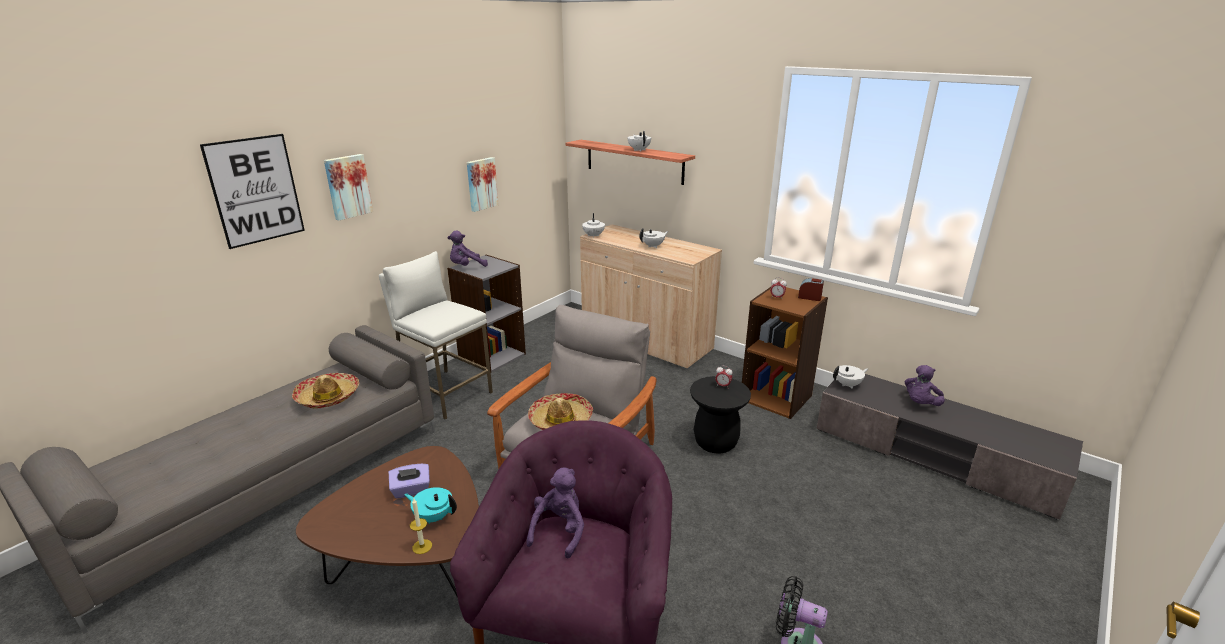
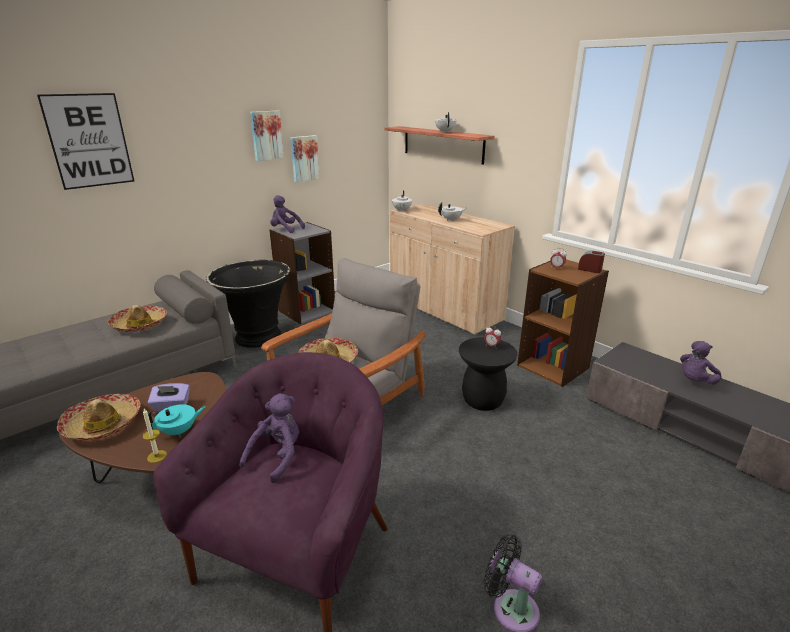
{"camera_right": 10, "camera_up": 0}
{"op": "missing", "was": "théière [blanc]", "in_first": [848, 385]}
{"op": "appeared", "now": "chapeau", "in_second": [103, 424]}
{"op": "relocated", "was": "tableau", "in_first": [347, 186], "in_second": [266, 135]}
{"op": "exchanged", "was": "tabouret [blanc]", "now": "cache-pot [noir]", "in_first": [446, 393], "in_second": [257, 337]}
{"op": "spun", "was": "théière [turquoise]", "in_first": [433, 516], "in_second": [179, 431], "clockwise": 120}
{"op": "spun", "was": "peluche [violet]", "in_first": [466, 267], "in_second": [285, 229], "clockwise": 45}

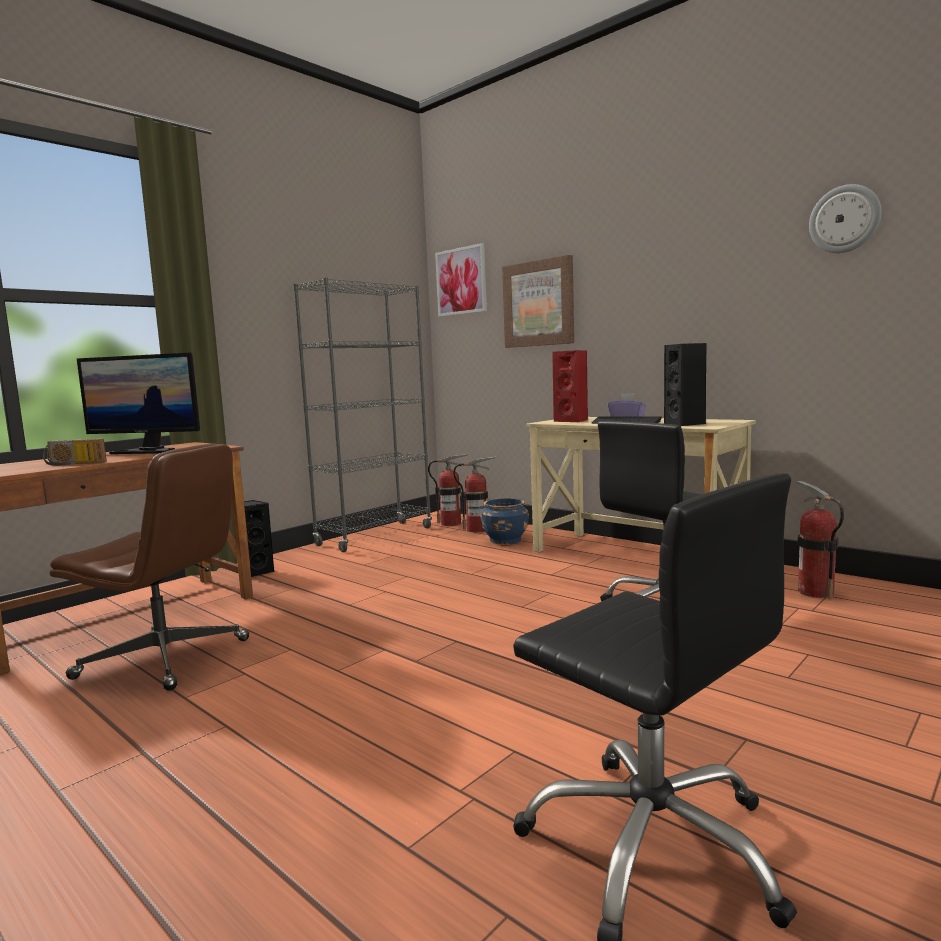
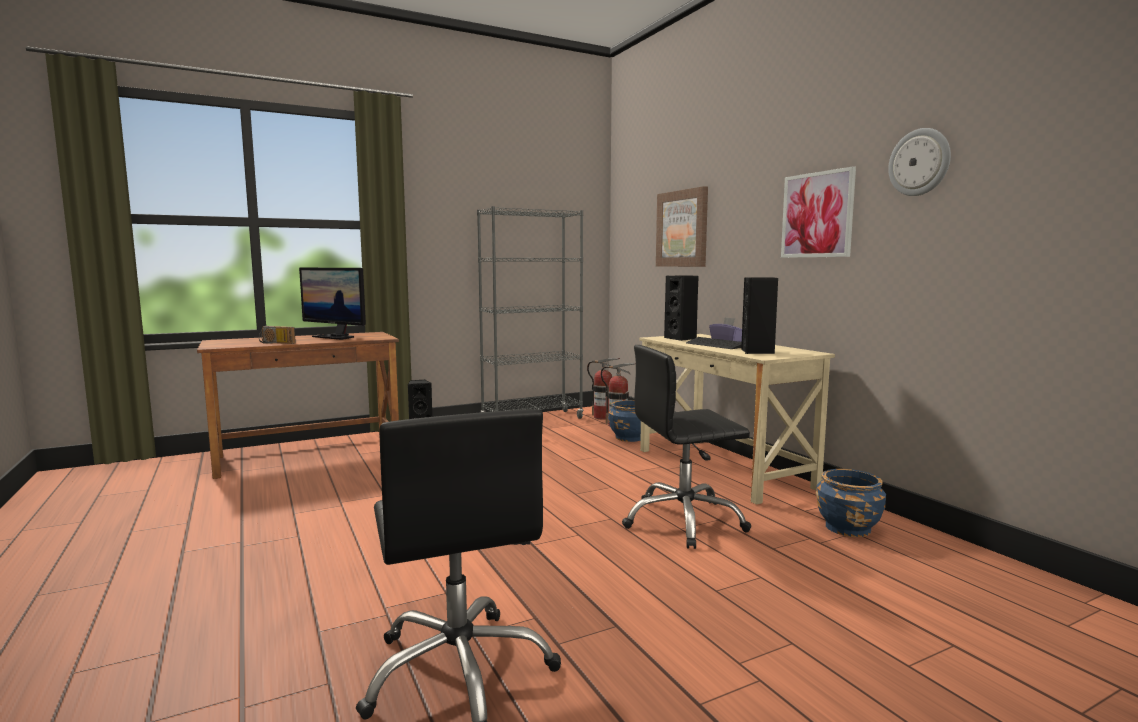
{"camera_right": 20, "camera_up": 0}
{"op": "missing", "was": "chaise de bureau [marron]", "in_first": [166, 658]}
{"op": "relocated", "was": "tableau", "in_first": [461, 281], "in_second": [817, 215]}
{"op": "exchanged", "was": "extincteur", "now": "cache-pot [bleu]", "in_first": [815, 592], "in_second": [847, 528]}
{"op": "colour", "was": "enceinte [rouge]", "now": "enceinte [noir]", "in_first": [573, 421], "in_second": [681, 338]}

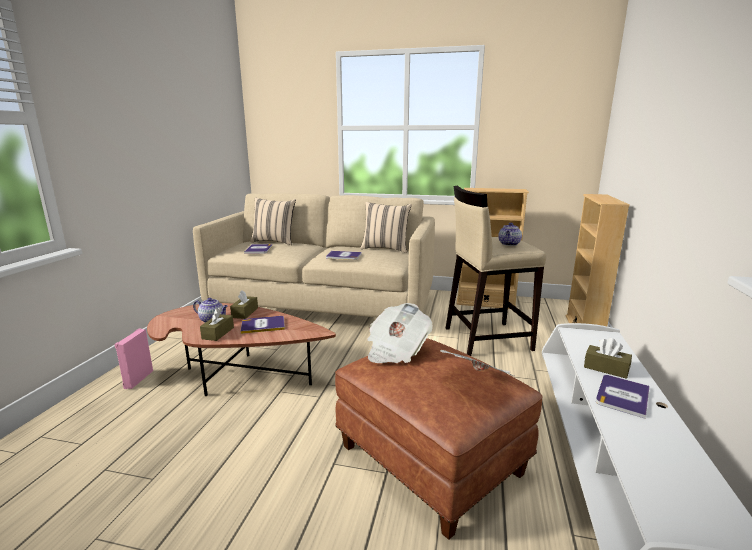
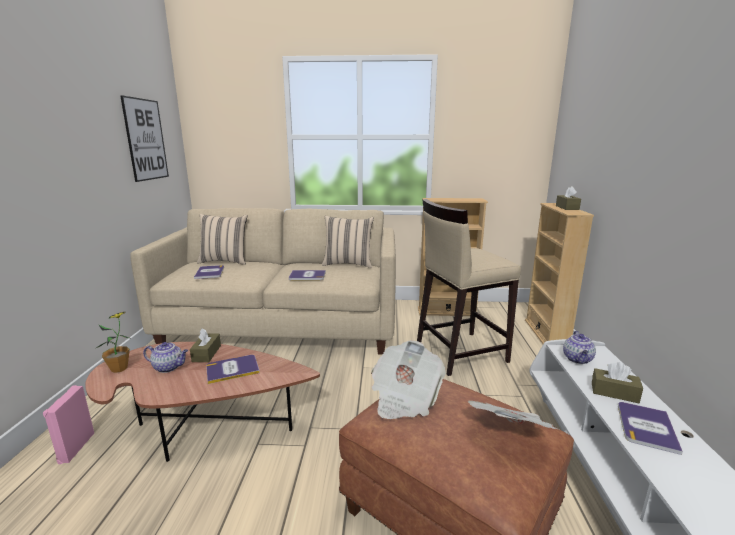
{"camera_right": -10, "camera_up": 0}
{"op": "appeared", "now": "plante en pot", "in_second": [119, 368]}
{"op": "appeared", "now": "tableau", "in_second": [146, 139]}
{"op": "relocated", "was": "boîte à mouchoirs [marron]", "in_first": [218, 333], "in_second": [567, 207]}
{"op": "relocated", "was": "théière", "in_first": [509, 244], "in_second": [578, 359]}

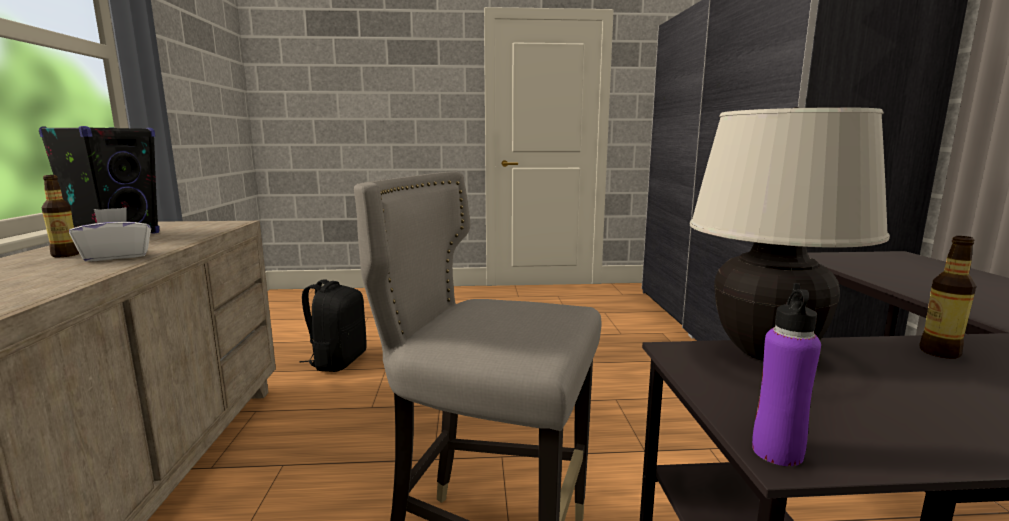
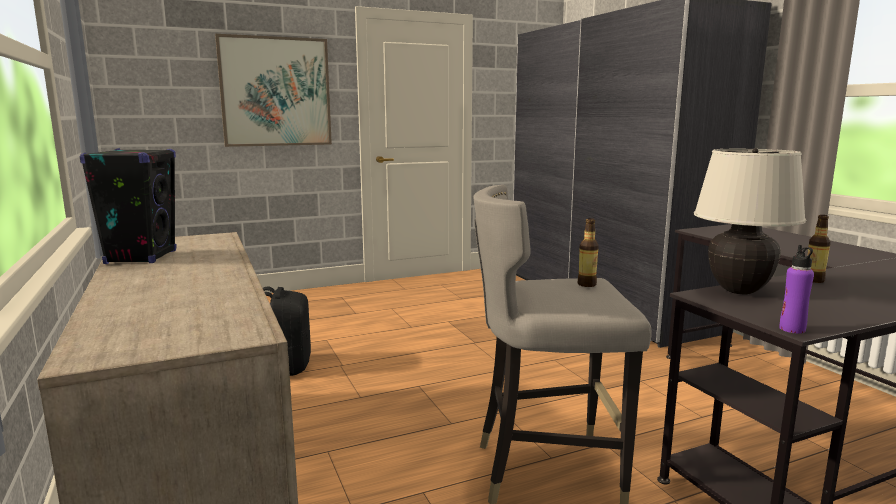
{"camera_right": -20, "camera_up": 0}
{"op": "missing", "was": "boîte à mouchoirs [blanc]", "in_first": [117, 256]}
{"op": "appeared", "now": "tableau", "in_second": [276, 92]}
{"op": "relocated", "was": "bouteille", "in_first": [65, 255], "in_second": [587, 284]}

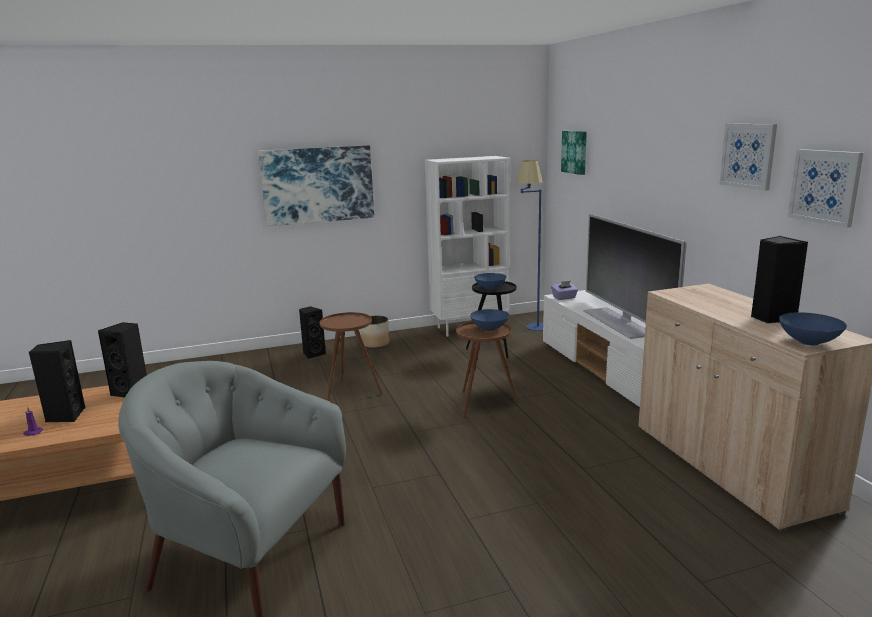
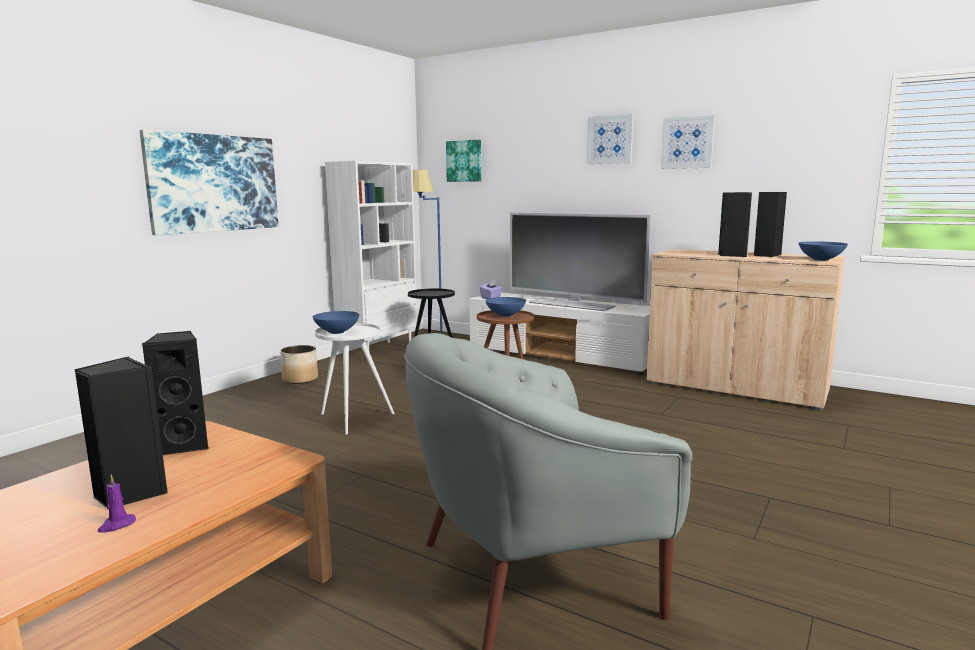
{"camera_right": -40, "camera_up": -5}
{"op": "relocated", "was": "enceinte [noir]", "in_first": [313, 354], "in_second": [732, 255]}
{"op": "relocated", "was": "bol [bleu]", "in_first": [489, 288], "in_second": [336, 332]}
{"op": "relocated", "was": "tableau", "in_first": [825, 186], "in_second": [610, 139]}
{"op": "colour", "was": "table d'appoint [marron]", "now": "table d'appoint [blanc]", "in_first": [351, 390], "in_second": [352, 419]}

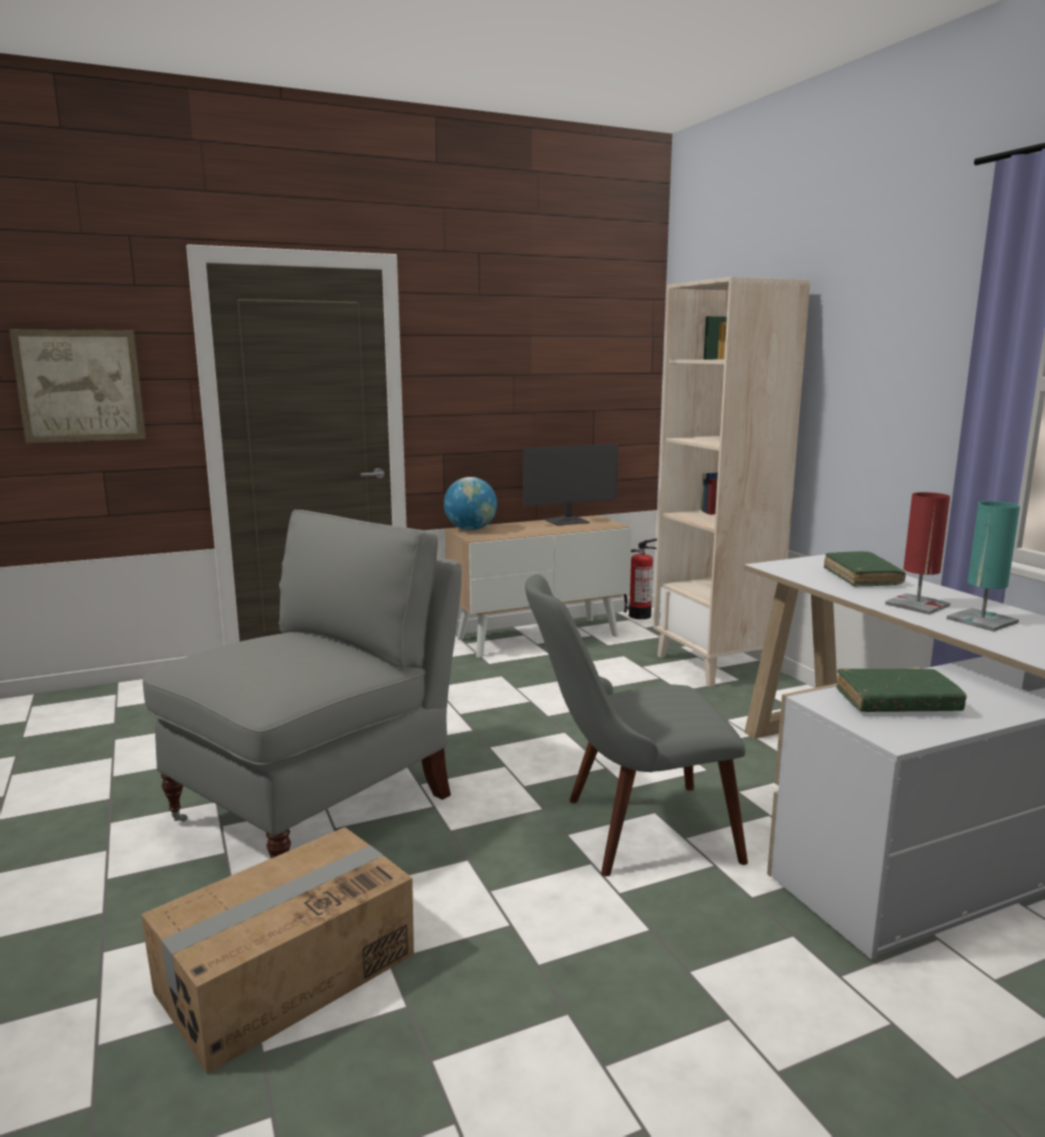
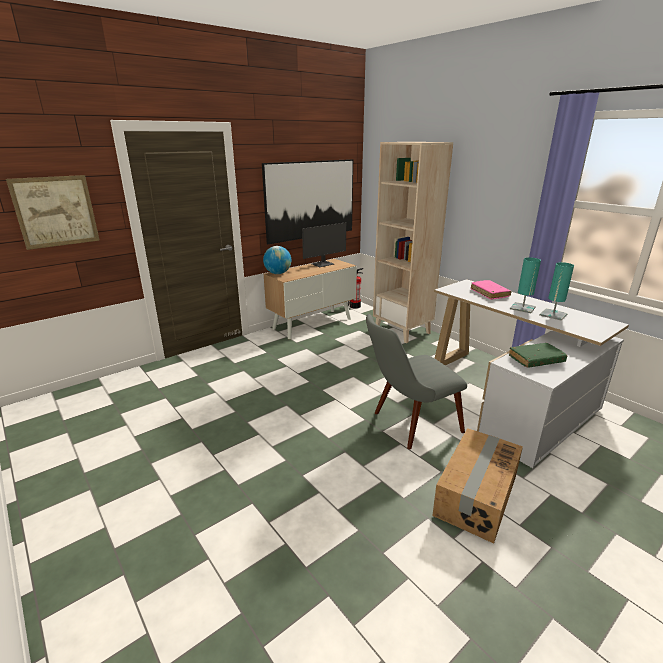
{"camera_right": -15, "camera_up": 10}
{"op": "missing", "was": "chaise [gris]", "in_first": [318, 807]}
{"op": "appeared", "now": "tableau", "in_second": [310, 200]}
{"op": "relocated", "was": "carton", "in_first": [286, 972], "in_second": [475, 495]}
{"op": "colour", "was": "livre [vert]", "now": "livre [rose]", "in_first": [862, 577], "in_second": [489, 293]}
{"op": "colour", "was": "lampe de table [rouge]", "now": "lampe de table [turquoise]", "in_first": [917, 605], "in_second": [522, 308]}

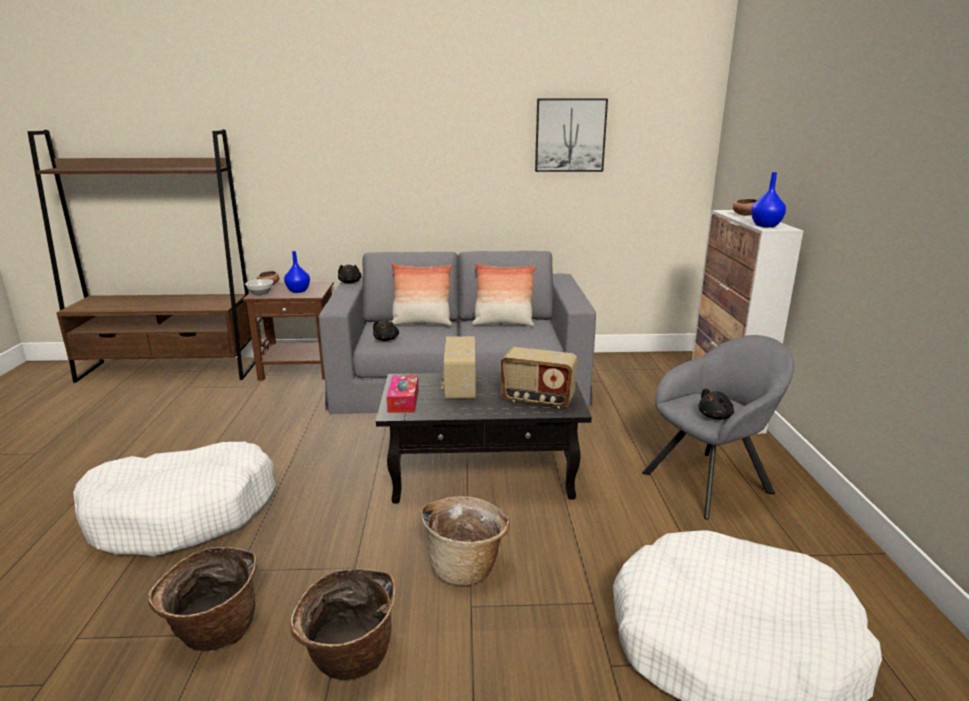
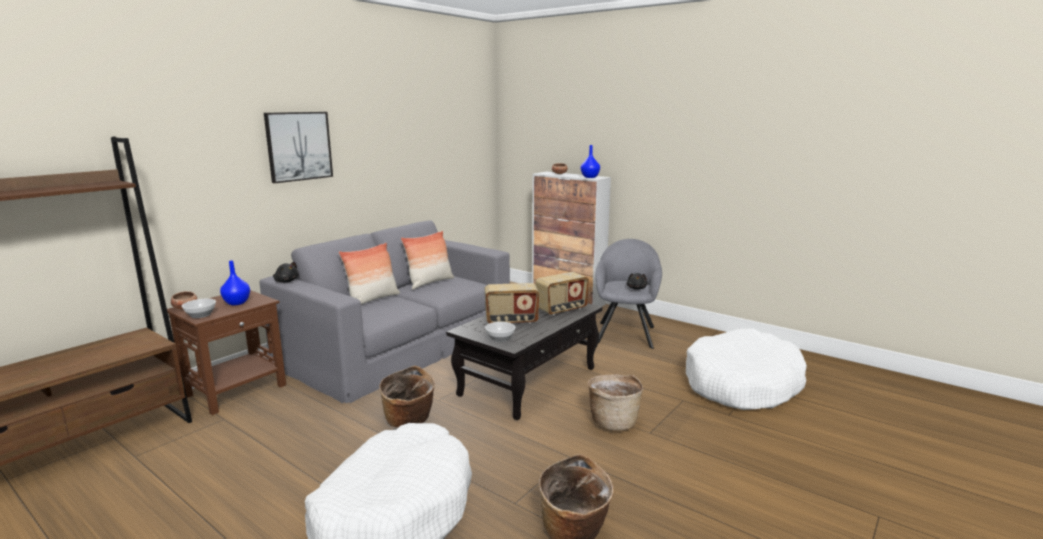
{"camera_right": -50, "camera_up": -5}
{"op": "missing", "was": "peluche [noir]", "in_first": [386, 339]}
{"op": "relocated", "was": "panier", "in_first": [349, 658], "in_second": [409, 421]}
{"op": "relocated", "was": "tableau", "in_first": [570, 135], "in_second": [298, 146]}
{"op": "exchanged", "was": "boîte à mouchoirs", "now": "bol", "in_first": [403, 401], "in_second": [499, 339]}
{"op": "spun", "was": "radio", "in_first": [459, 389], "in_second": [511, 321], "clockwise": -45}

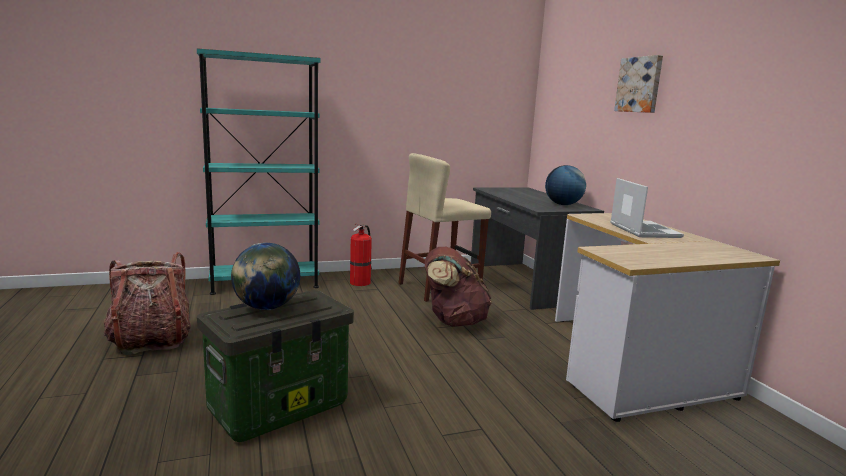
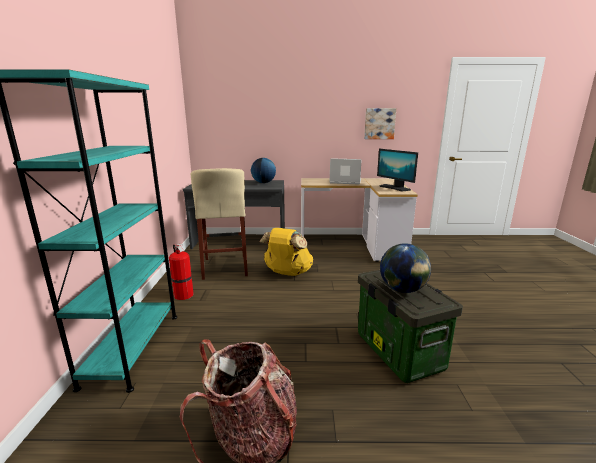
{"camera_right": -70, "camera_up": 5}
{"op": "appeared", "now": "écran d'ordinateur", "in_second": [395, 188]}
{"op": "relocated", "was": "tableau", "in_first": [639, 85], "in_second": [379, 123]}
{"op": "colour", "was": "sac à dos [marron]", "now": "sac à dos [jaune]", "in_first": [453, 321], "in_second": [287, 273]}

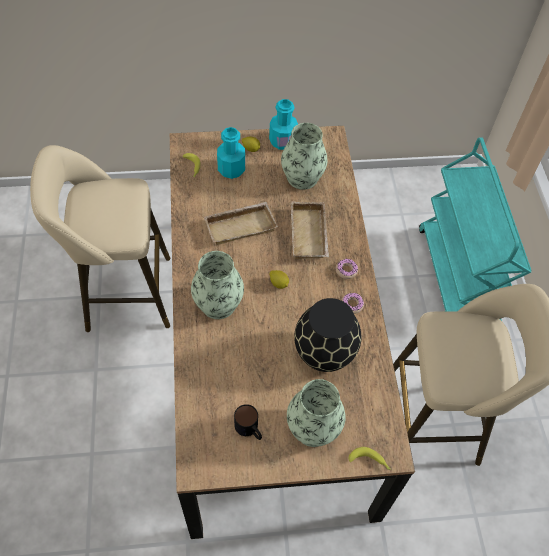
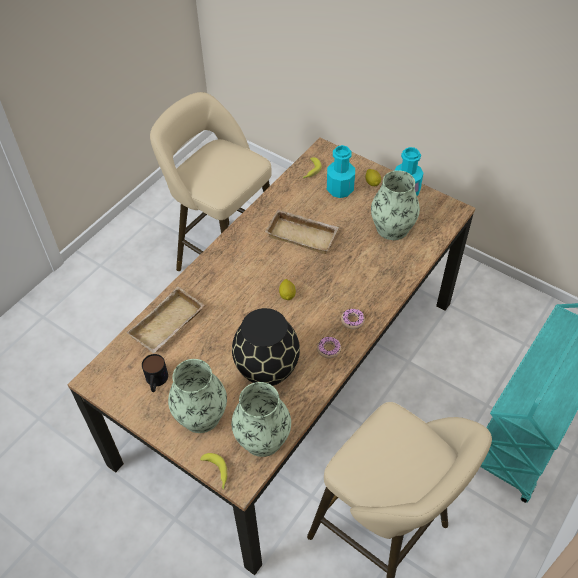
{"camera_right": 45, "camera_up": -5}
{"op": "relocated", "was": "vase", "in_first": [218, 304], "in_second": [262, 438]}
{"op": "relocated", "was": "plateau [beige]", "in_first": [310, 234], "in_second": [168, 326]}

